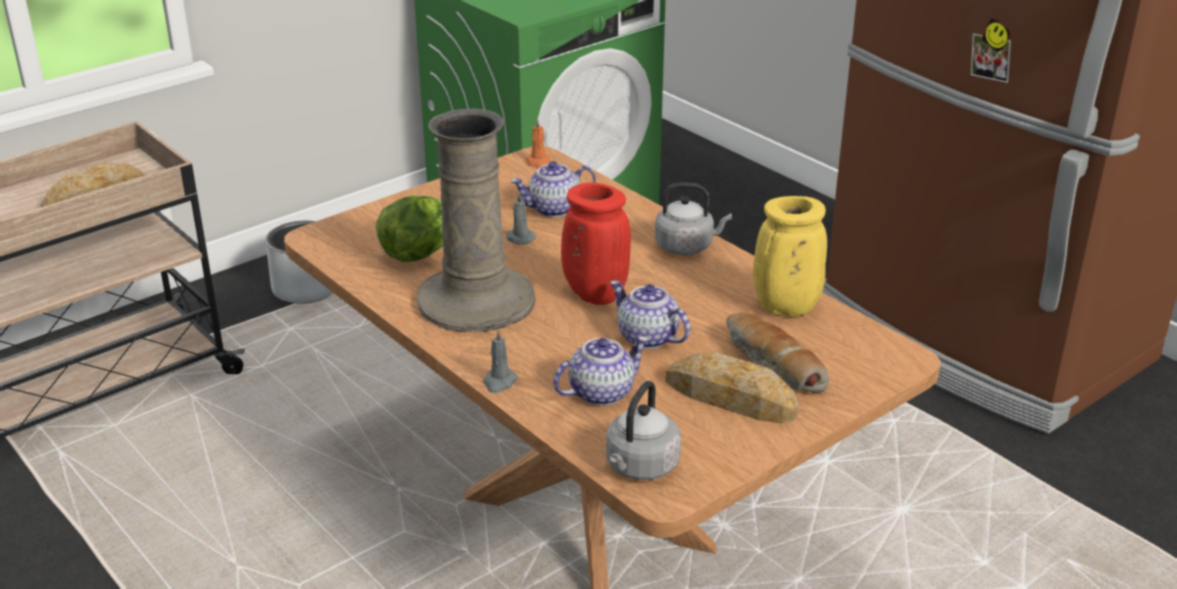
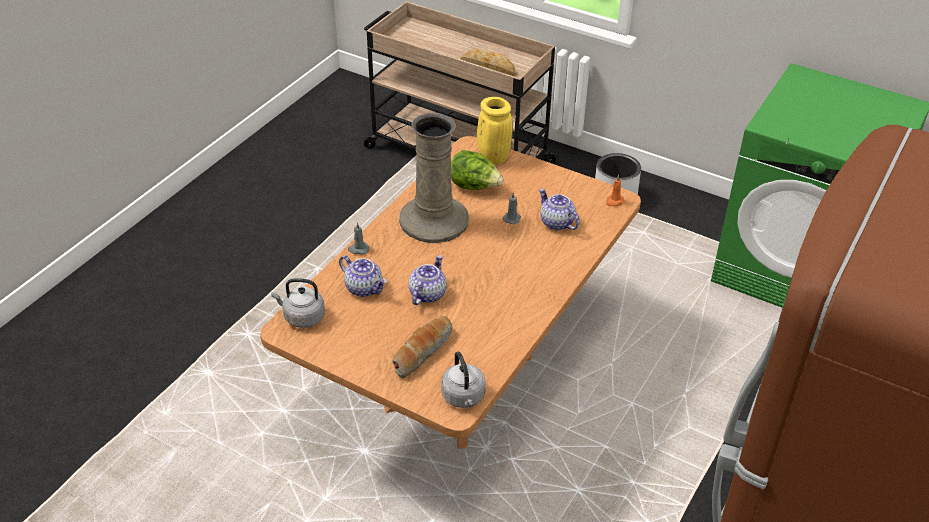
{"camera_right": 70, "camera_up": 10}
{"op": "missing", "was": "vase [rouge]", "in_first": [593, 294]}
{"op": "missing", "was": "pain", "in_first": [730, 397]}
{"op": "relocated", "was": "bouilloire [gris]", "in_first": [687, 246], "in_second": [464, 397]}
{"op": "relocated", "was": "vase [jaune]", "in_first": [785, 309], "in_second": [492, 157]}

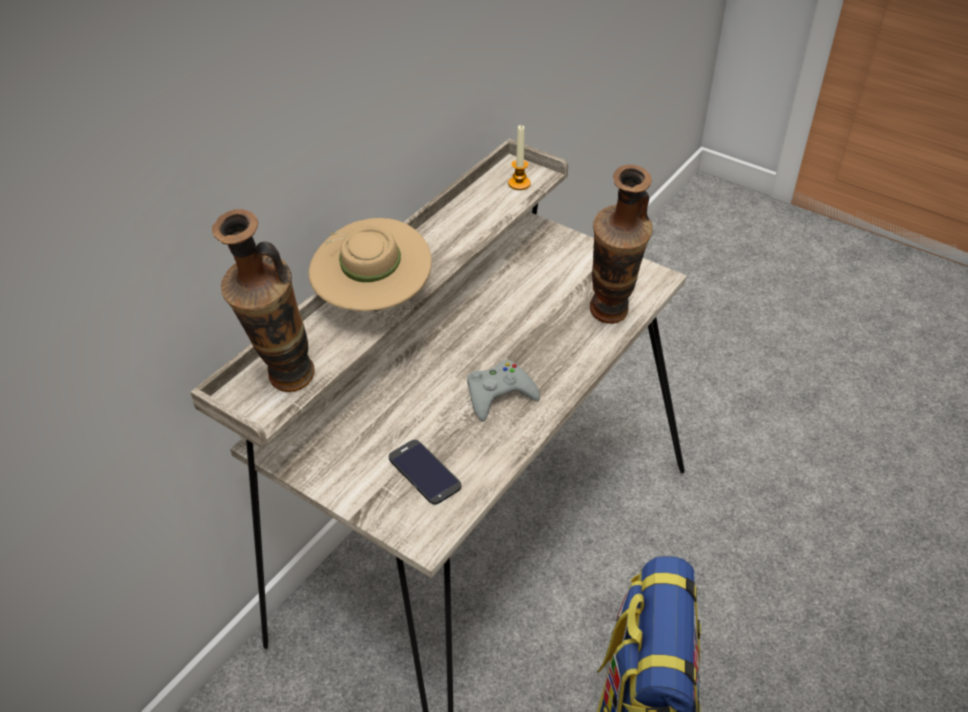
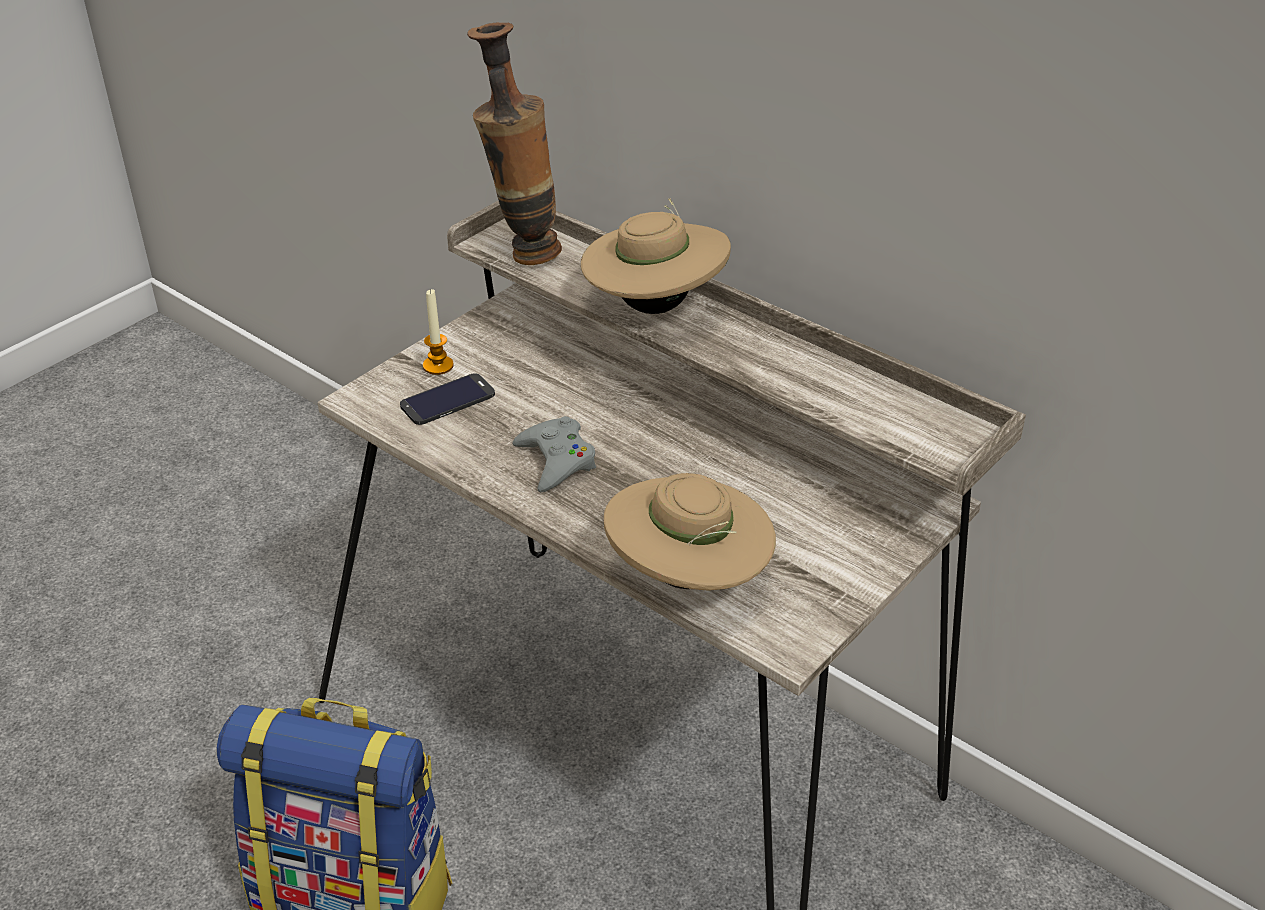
{"camera_right": 95, "camera_up": -5}
{"op": "relocated", "was": "bougie", "in_first": [519, 183], "in_second": [438, 366]}
{"op": "exchanged", "was": "vase", "now": "chapeau [beige]", "in_first": [610, 321], "in_second": [688, 577]}

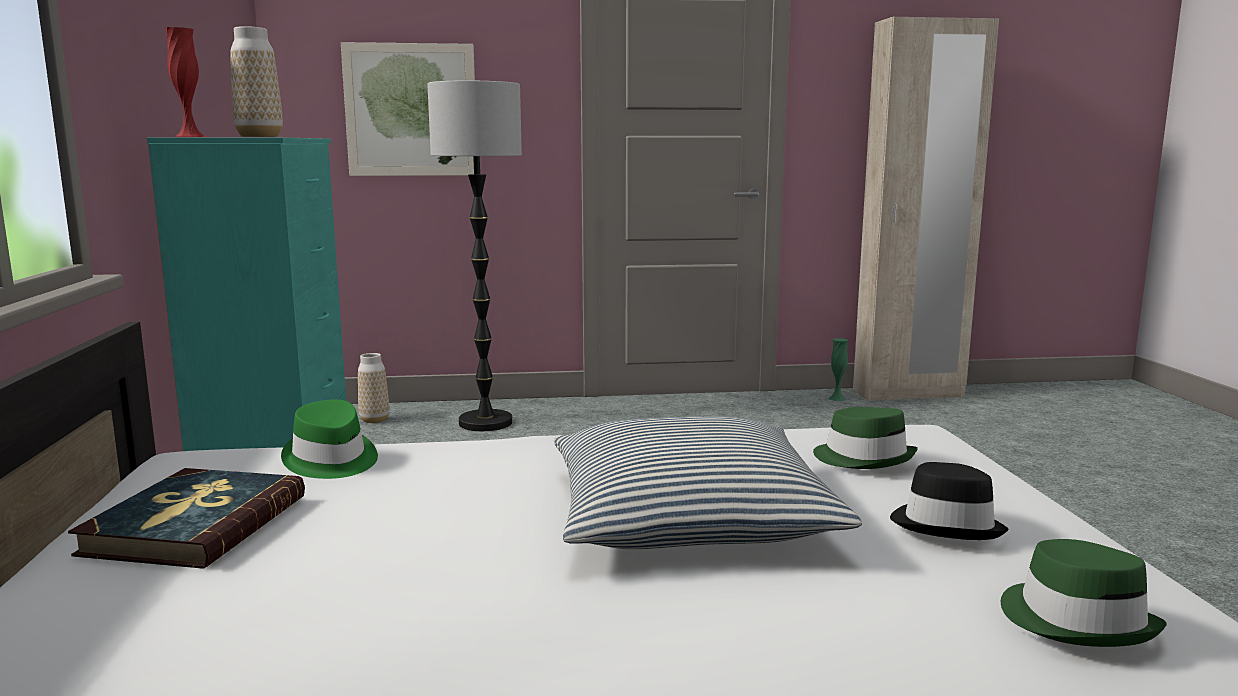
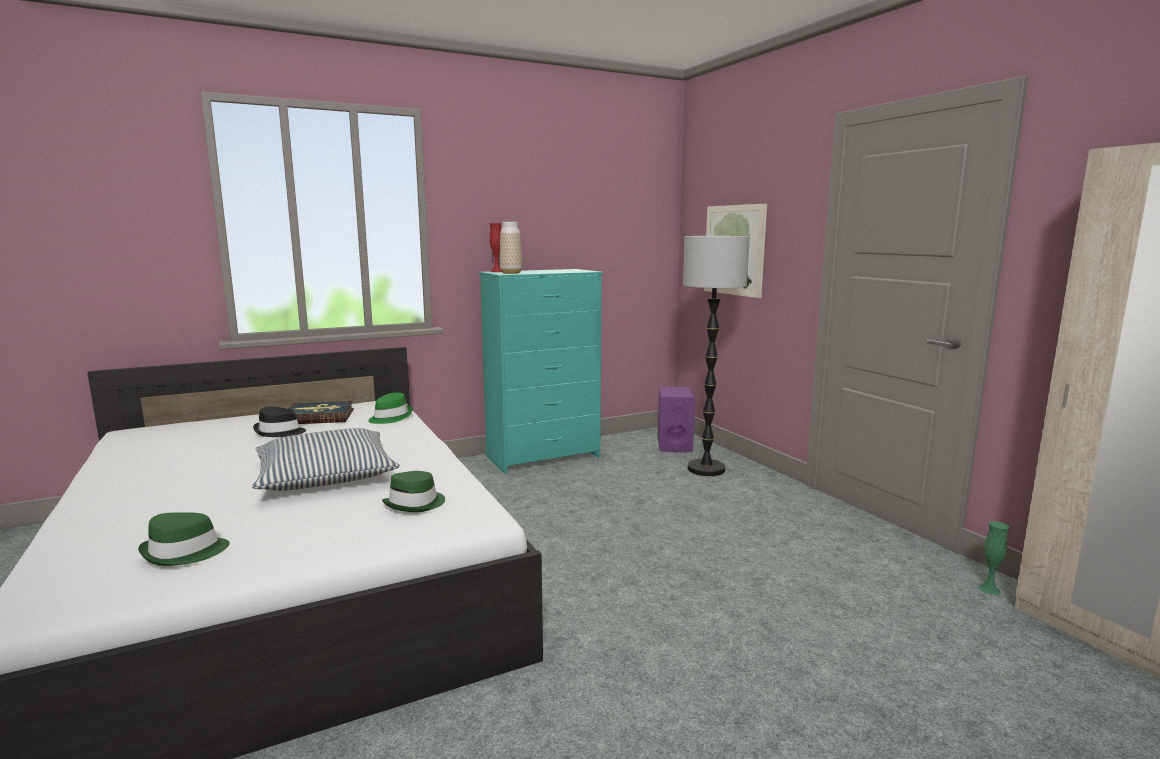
{"camera_right": 70, "camera_up": 0}
{"op": "relocated", "was": "chapeau [noir]", "in_first": [947, 525], "in_second": [279, 432]}
{"op": "exchanged", "was": "vase", "now": "enceinte [violet]", "in_first": [374, 420], "in_second": [674, 444]}

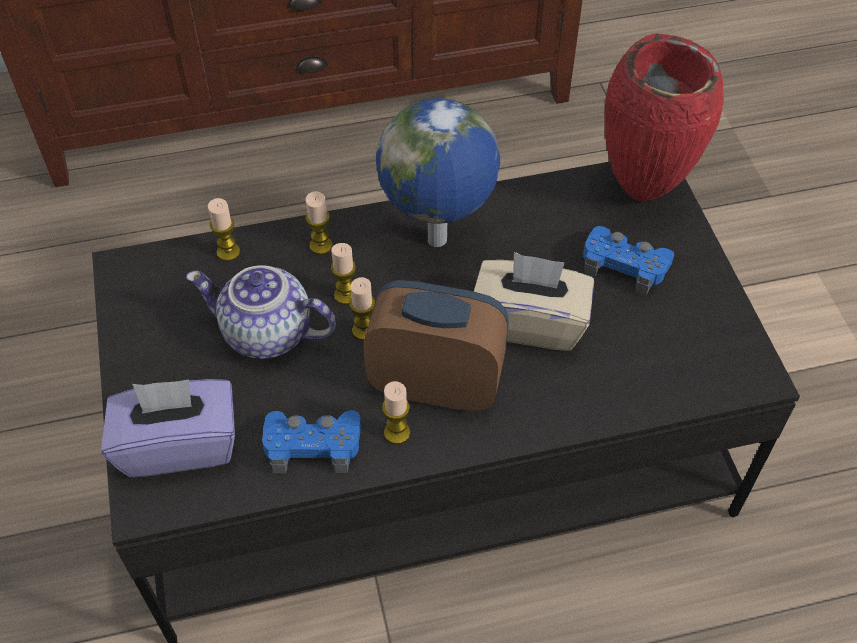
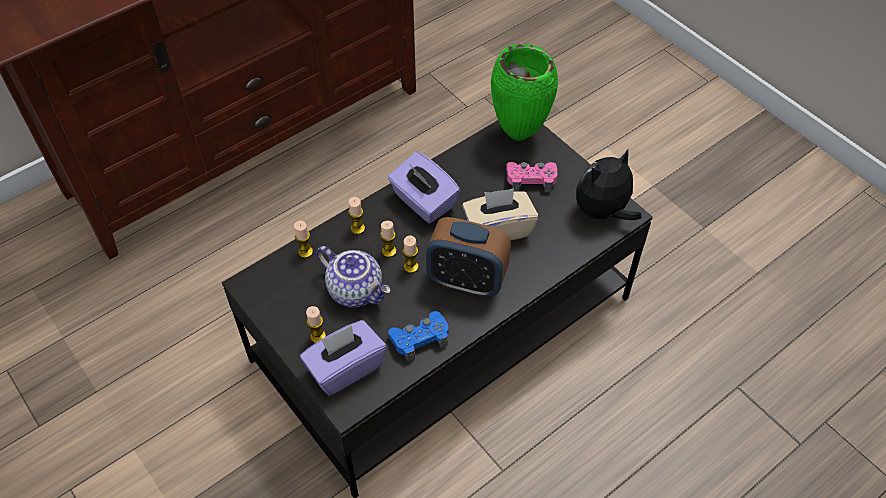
{"camera_right": -25, "camera_up": 0}
{"op": "appeared", "now": "peluche", "in_second": [602, 212]}
{"op": "relocated", "was": "bougie", "in_first": [397, 433], "in_second": [318, 336]}
{"op": "exchanged", "was": "globe", "now": "boîte à mouchoirs [violet]", "in_first": [439, 241], "in_second": [423, 202]}
{"op": "colour", "was": "manette [bleu]", "now": "manette [rose]", "in_first": [624, 265], "in_second": [531, 179]}
{"op": "colour", "was": "vase [rouge]", "now": "vase [vert]", "in_first": [644, 192], "in_second": [520, 134]}
{"op": "spun", "was": "théière", "in_first": [265, 335], "in_second": [357, 290], "clockwise": -135}
{"op": "spun", "was": "réveil", "in_first": [436, 383], "in_second": [467, 280], "clockwise": -150}

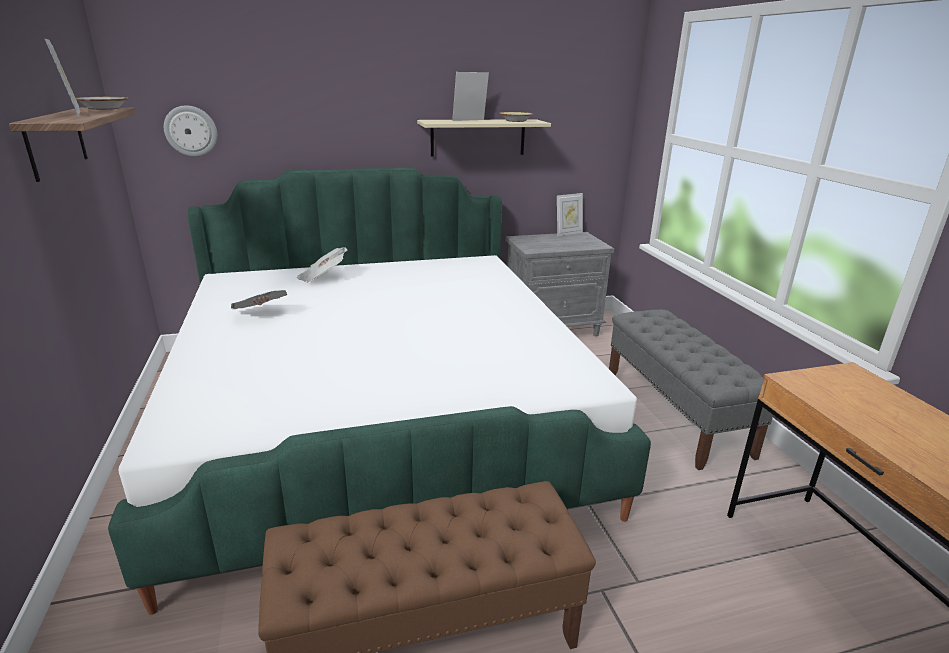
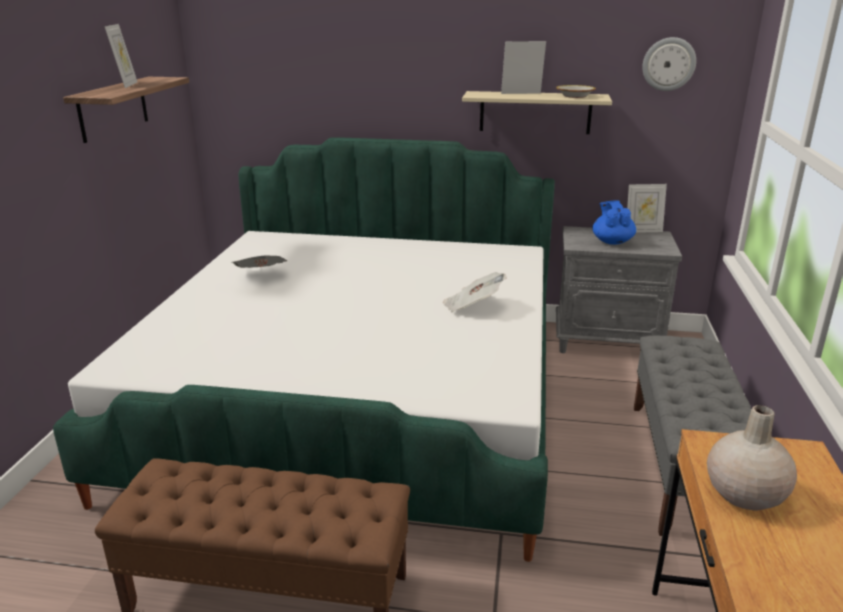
{"camera_right": 25, "camera_up": 0}
{"op": "missing", "was": "bol", "in_first": [104, 108]}
{"op": "appeared", "now": "théière [bleu]", "in_second": [612, 241]}
{"op": "appeared", "now": "vase [beige]", "in_second": [743, 494]}
{"op": "relocated", "was": "horloge murale", "in_first": [191, 131], "in_second": [668, 64]}
{"op": "relocated", "was": "journal", "in_first": [322, 277], "in_second": [472, 307]}

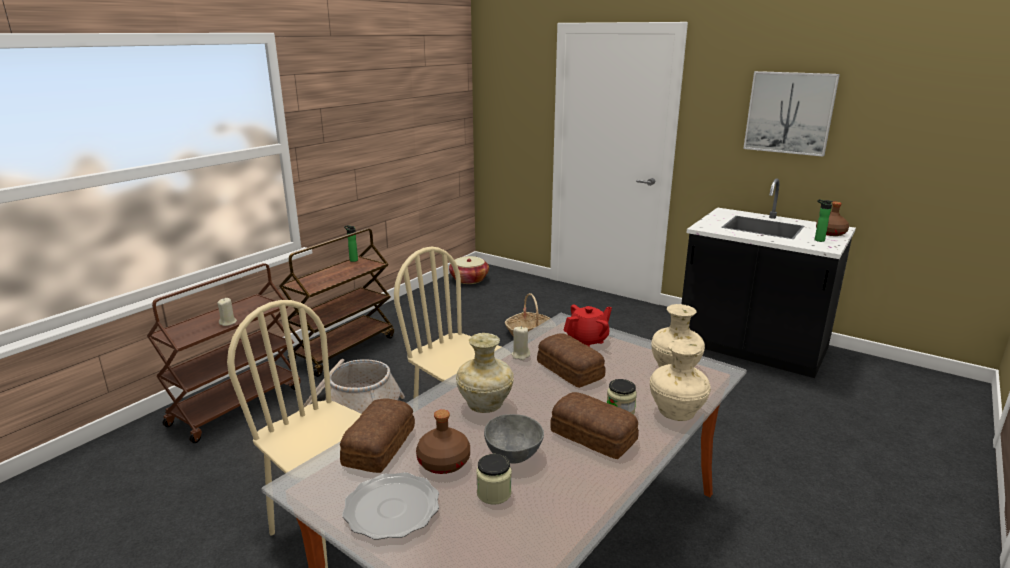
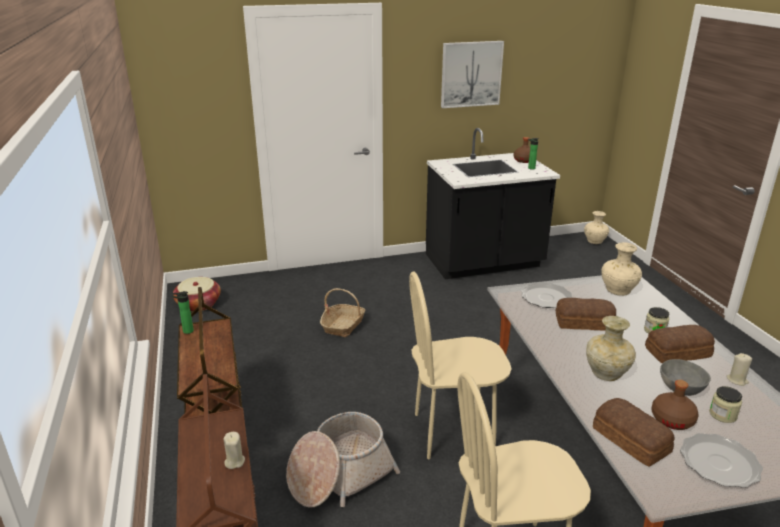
{"camera_right": -50, "camera_up": 5}
{"op": "relocated", "was": "bougie [beige]", "in_first": [520, 355], "in_second": [737, 380]}
{"op": "relocated", "was": "vase [beige]", "in_first": [676, 413], "in_second": [595, 242]}
{"op": "exchanged", "was": "théière [rouge]", "now": "assiette", "in_first": [587, 340], "in_second": [546, 298]}

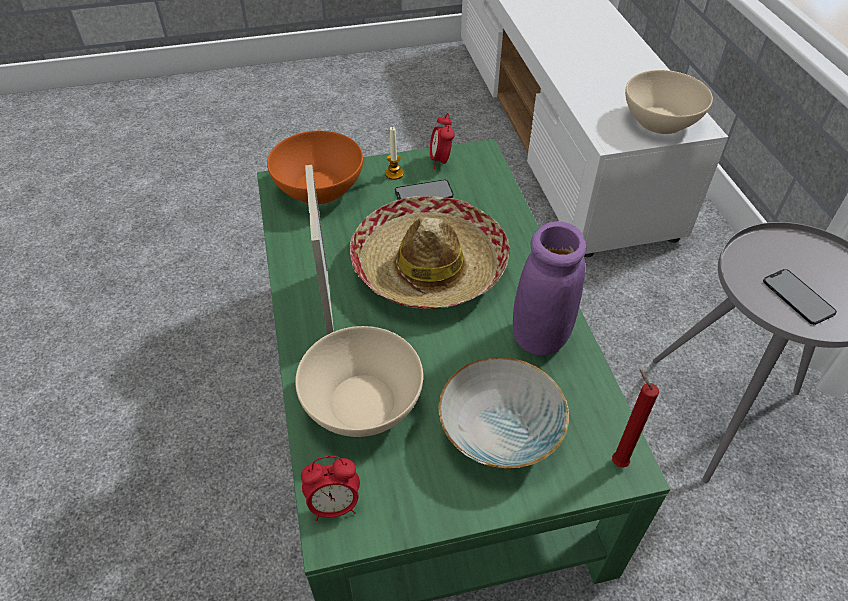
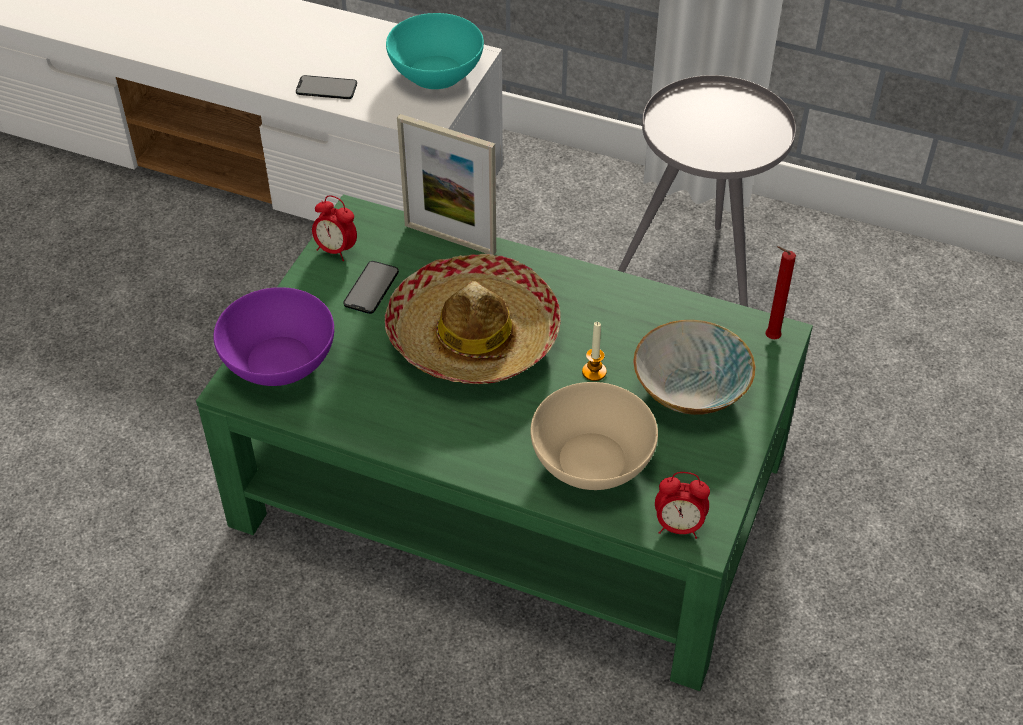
{"camera_right": -55, "camera_up": 0}
{"op": "missing", "was": "vase [violet]", "in_first": [541, 336]}
{"op": "relocated", "was": "cadre photo", "in_first": [328, 306], "in_second": [450, 238]}
{"op": "relocated", "was": "bougie", "in_first": [394, 173], "in_second": [594, 372]}
{"op": "relocated", "was": "téléphone", "in_first": [798, 296], "in_second": [326, 88]}
{"op": "colour", "was": "bol [orange]", "now": "bol [violet]", "in_first": [319, 188], "in_second": [280, 361]}
{"op": "colour", "was": "bol [beige]", "now": "bol [turquoise]", "in_first": [660, 120], "in_second": [435, 73]}
{"op": "spun", "was": "réveil", "in_first": [334, 505], "in_second": [678, 526], "clockwise": 75}

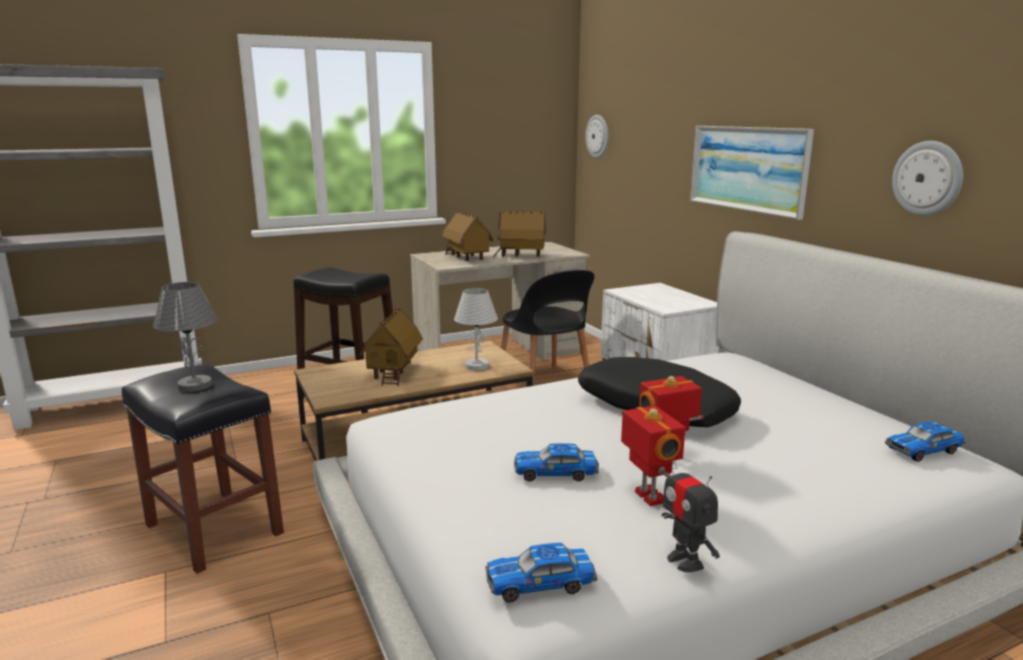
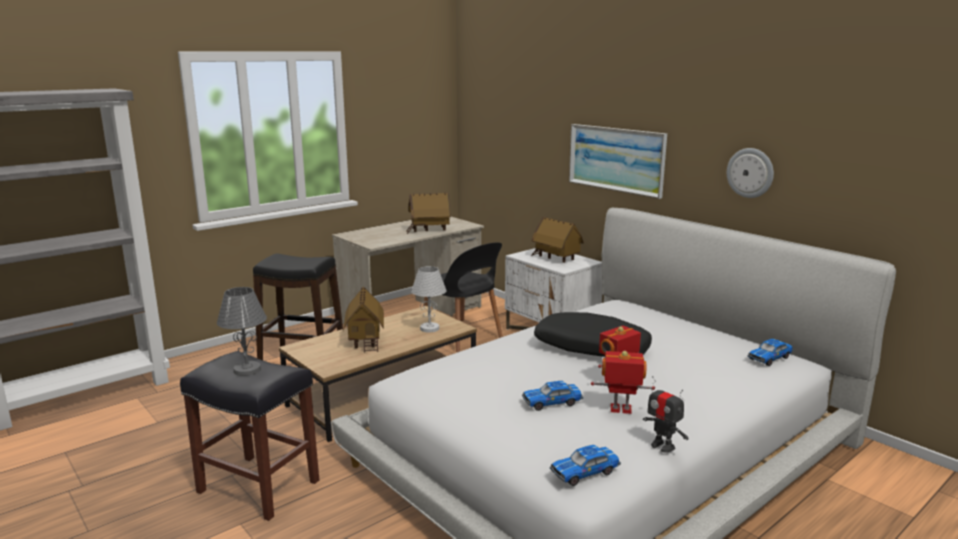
{"camera_right": -15, "camera_up": 0}
{"op": "missing", "was": "horloge murale", "in_first": [598, 136]}
{"op": "relocated", "was": "maison miniature", "in_first": [466, 258], "in_second": [556, 259]}
{"op": "spun", "was": "robot jouet", "in_first": [648, 497], "in_second": [620, 410], "clockwise": -45}

